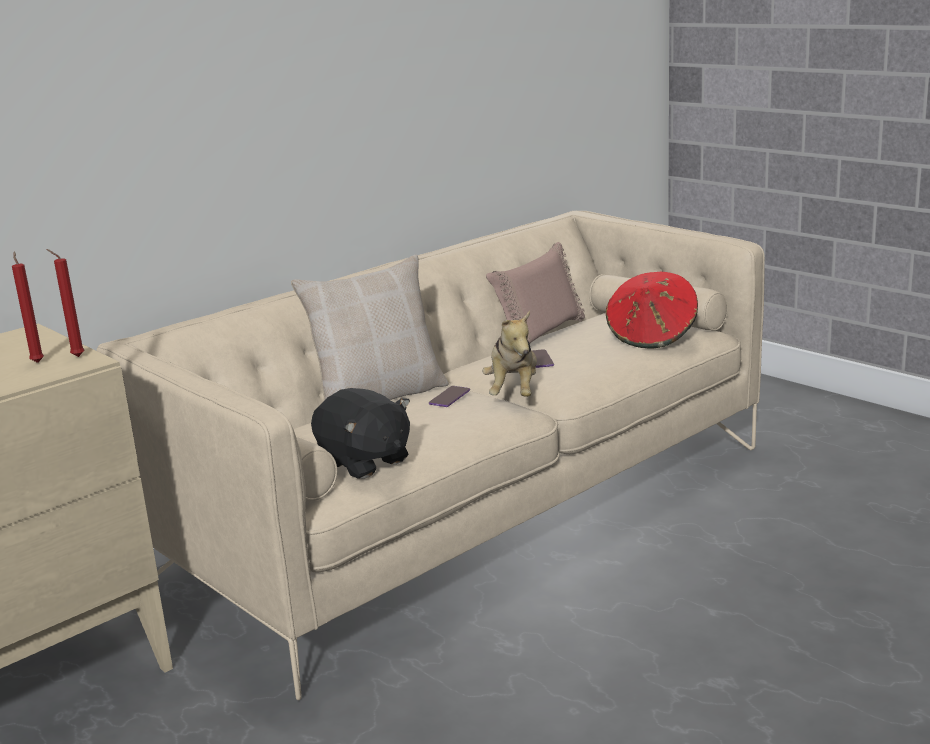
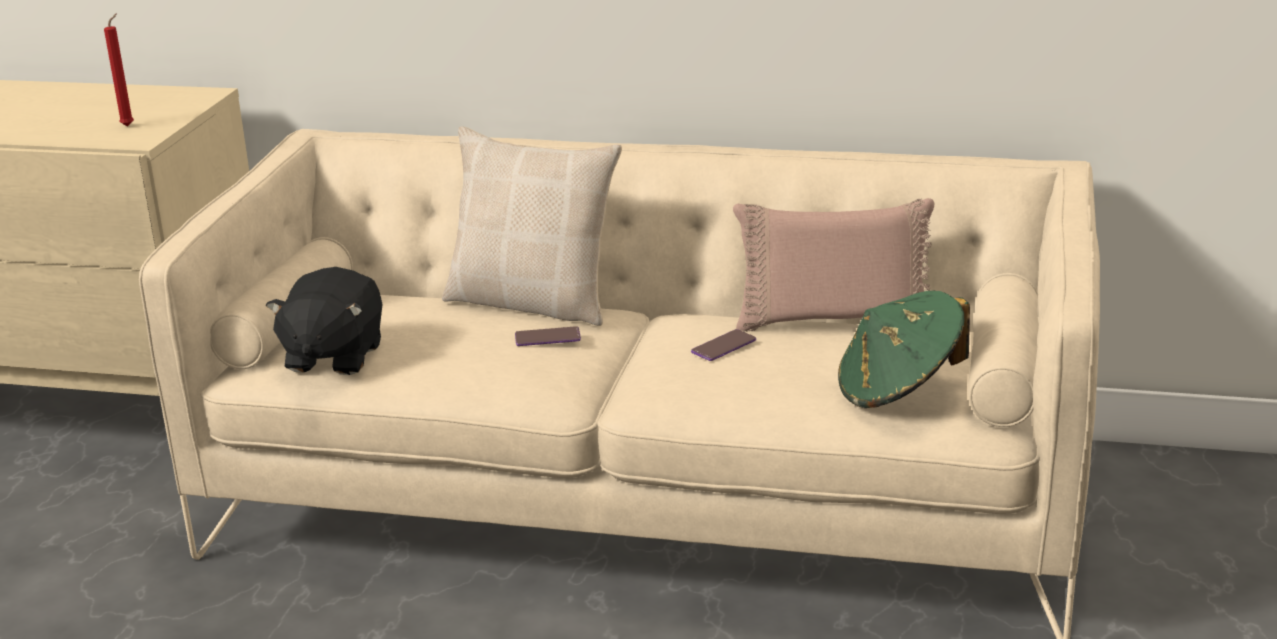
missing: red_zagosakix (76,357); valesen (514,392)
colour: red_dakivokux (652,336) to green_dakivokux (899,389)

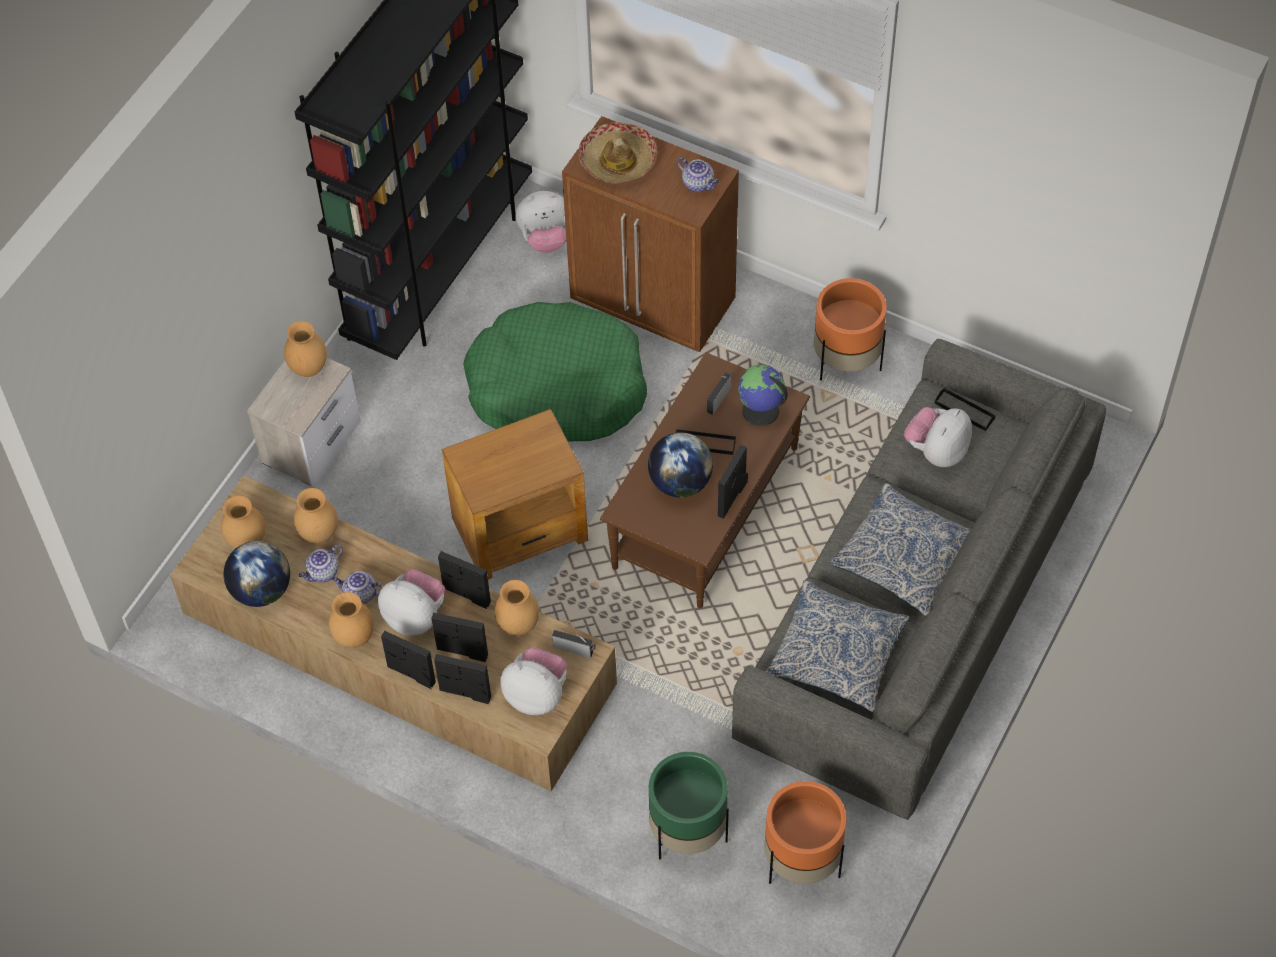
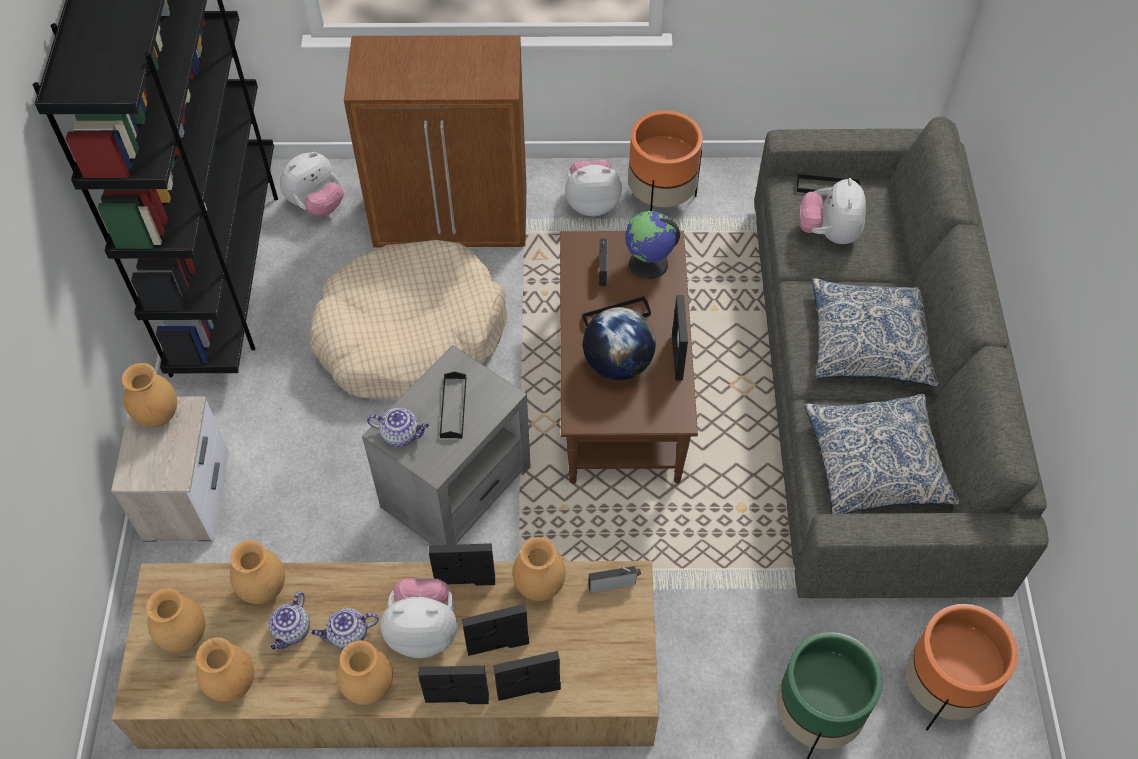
missing: dakivokux (617,161)
appeared: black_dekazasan (453,407)
relocated: valesen (536,695) to (592,203); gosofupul (698,184) to (401,434)
exchanged: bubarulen (261,590) to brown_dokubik (231,685)
colour: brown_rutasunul (521,530) to grey_rutasunul (457,486); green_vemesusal (557,388) to beige_vemesusal (410,335)

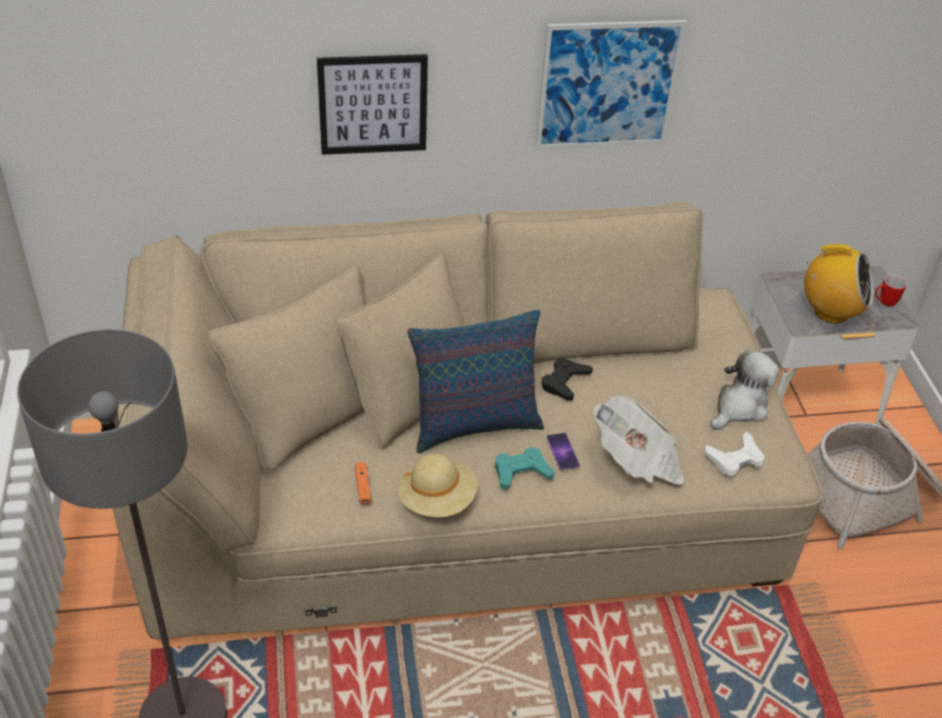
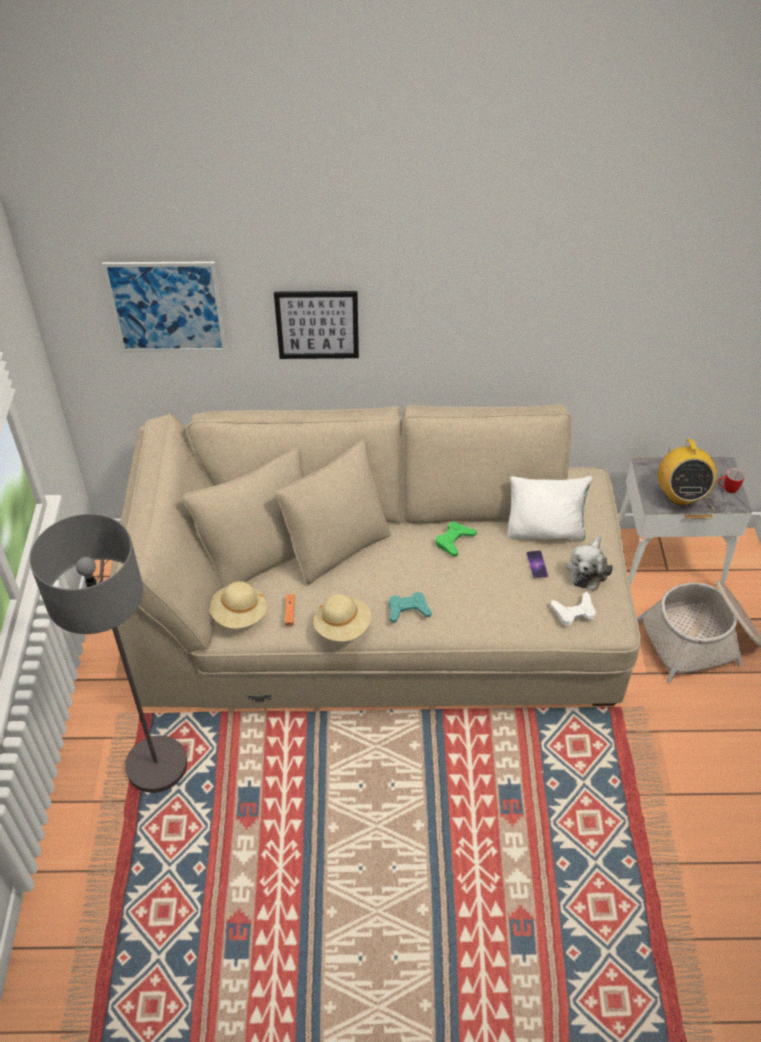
missing: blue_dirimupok (475,426); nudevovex (637,460)
appeared: beige_dakivokux (239,615); white_dirimupok (545,531)
relocated: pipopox (608,85) to (166,307); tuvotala (562,451) to (537,564)
colour: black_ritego (564,382) to green_ritego (454,541)
spun: valesen (739,407) = (587,570) 150 degrees clockwise; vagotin (830,312) = (680,495) 60 degrees clockwise

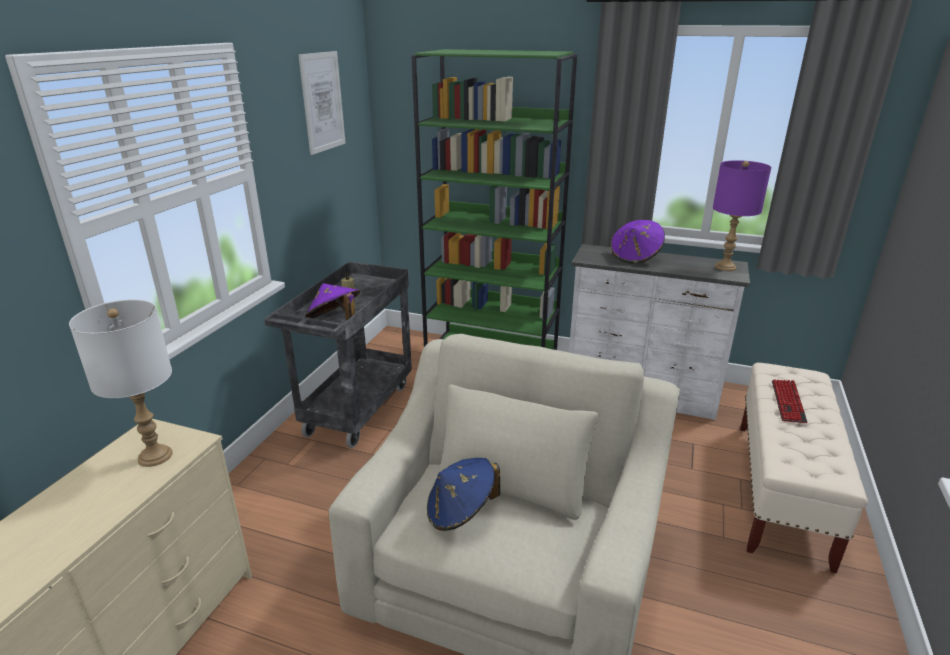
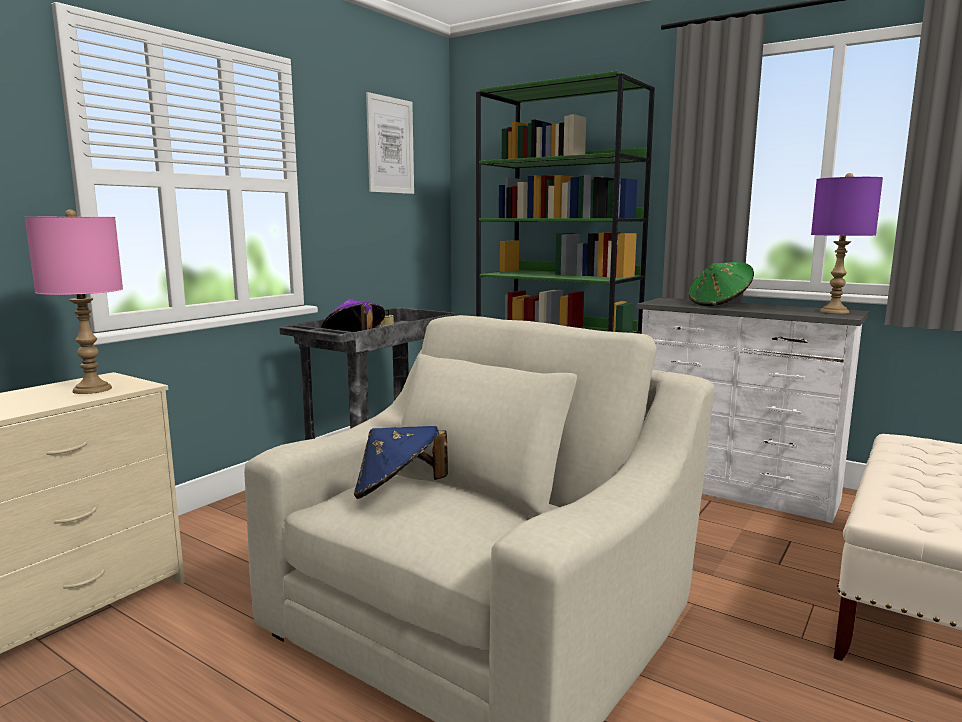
missing: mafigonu (788,402)
colour: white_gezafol (154,456) to pink_gezafol (91,389); purple_dakivokux (635,257) to green_dakivokux (719,304)

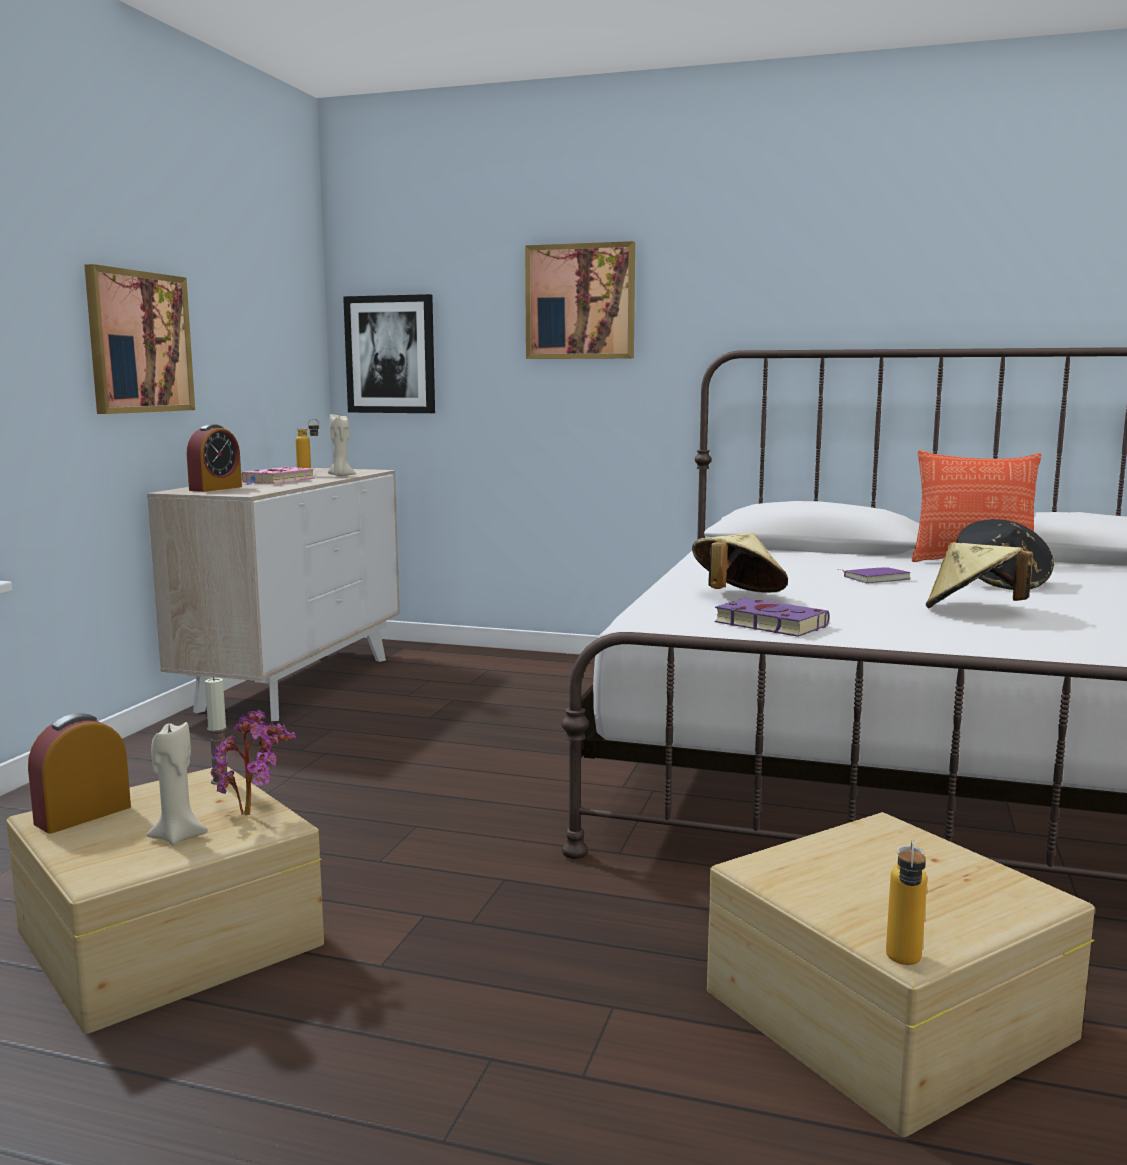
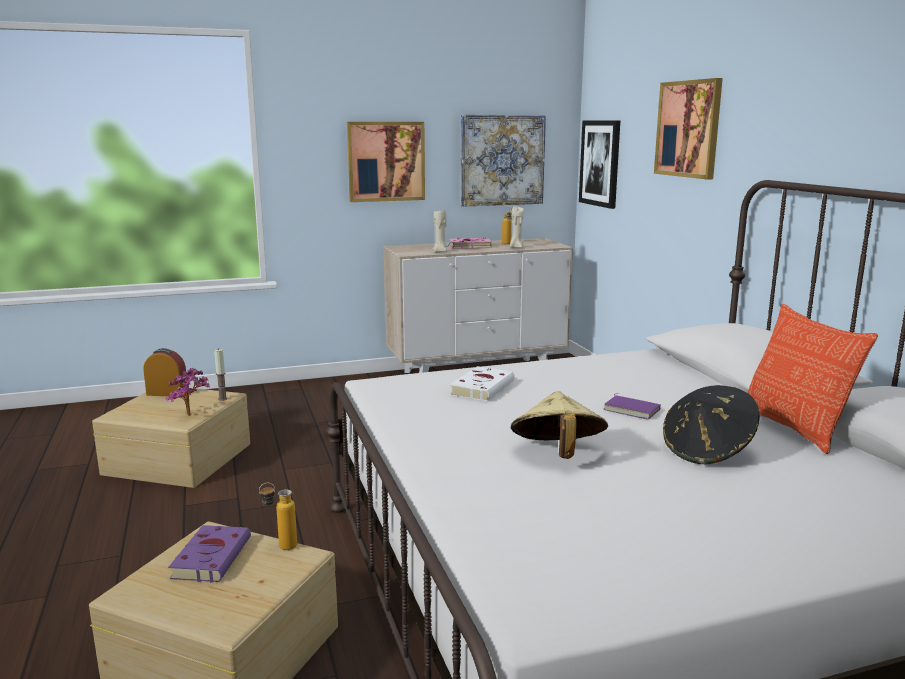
missing: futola (215,488)
appeared: pipopox (502,160)
relocated: beige_zagosakix (178,837) to (440,251); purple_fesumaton (767,624) to (212,557); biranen (903,964) to (280,547)
exchanged: beige_dakivokux (737,597) to white_fesumaton (483,387)

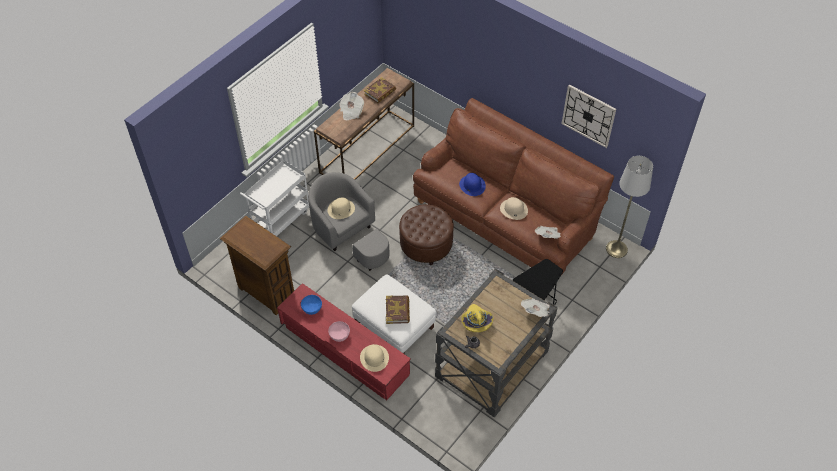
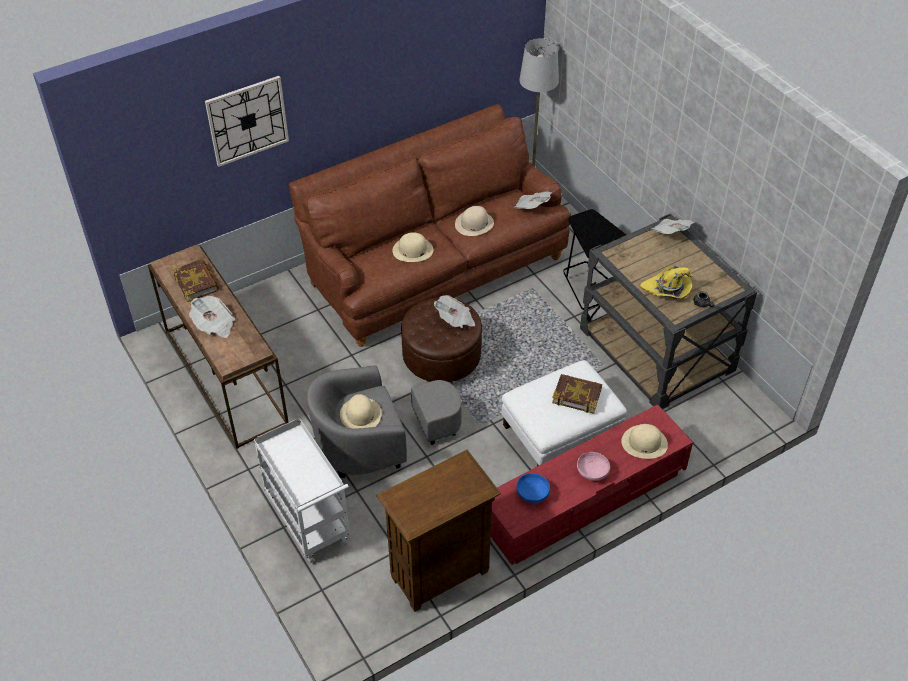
appeared: nudevovex (455,320)
relocated: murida (588,115) to (247,120)
colour: blue_dakivokux (472,185) to beige_dakivokux (412,250)

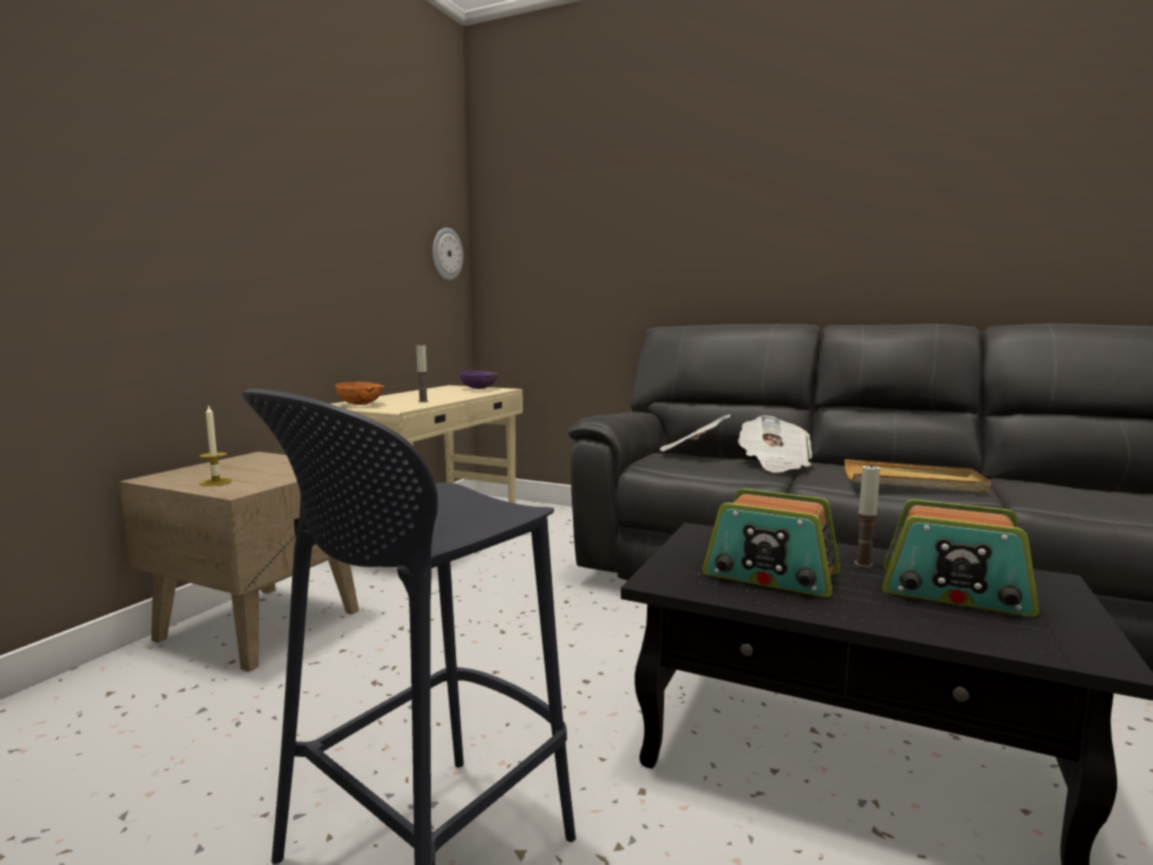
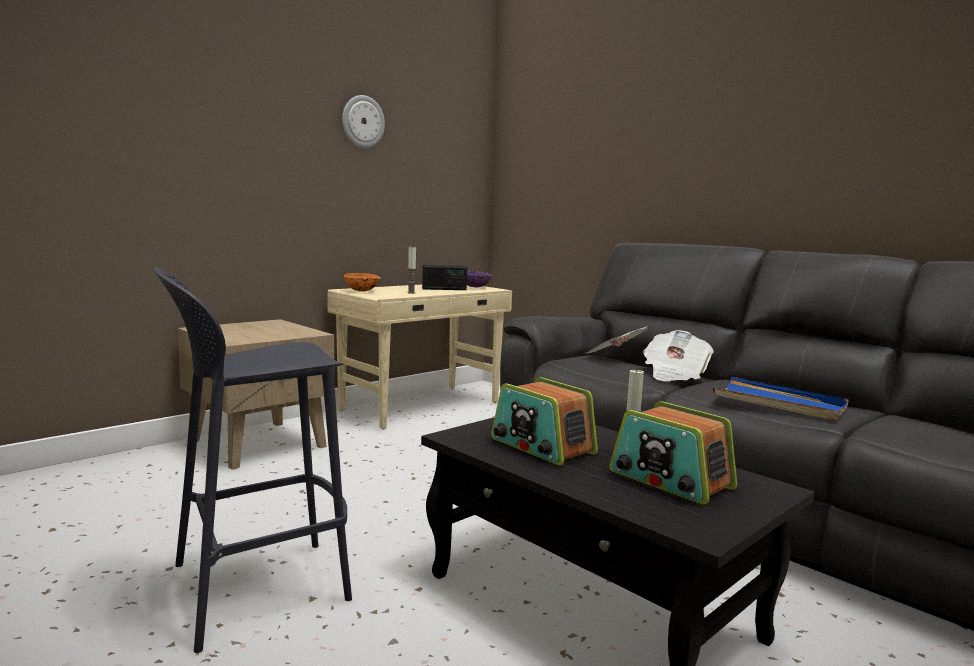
missing: zagosakix (216,482)
appeared: vagotin (444,289)
relocated: murida (446,254) to (362,121)
colour: beige_dekazasan (913,481) to blue_dekazasan (779,403)

